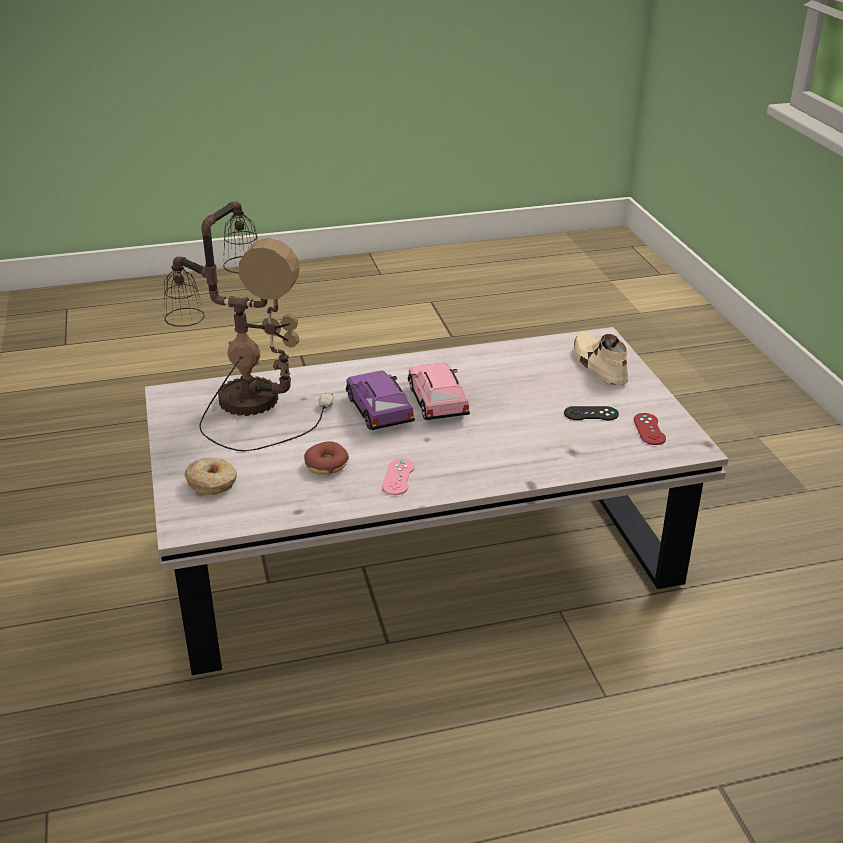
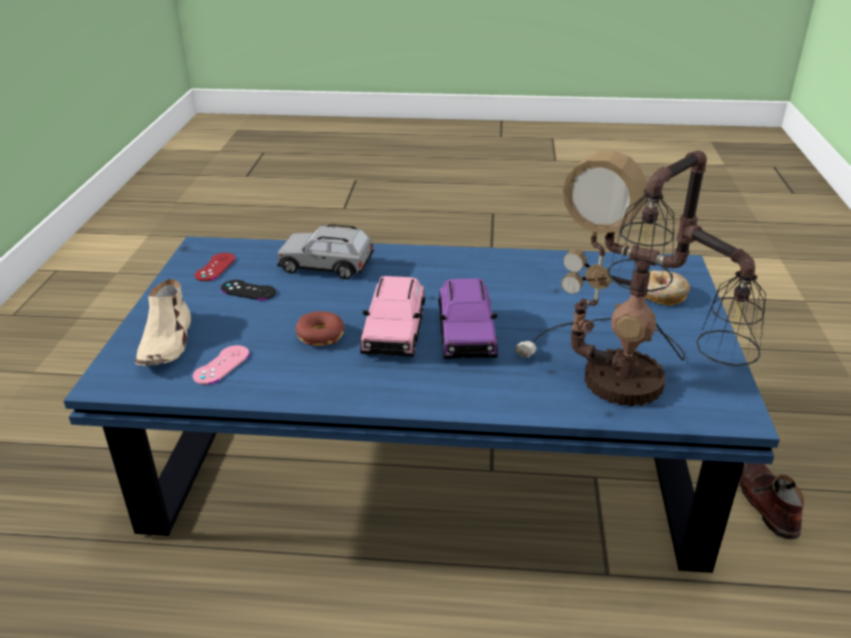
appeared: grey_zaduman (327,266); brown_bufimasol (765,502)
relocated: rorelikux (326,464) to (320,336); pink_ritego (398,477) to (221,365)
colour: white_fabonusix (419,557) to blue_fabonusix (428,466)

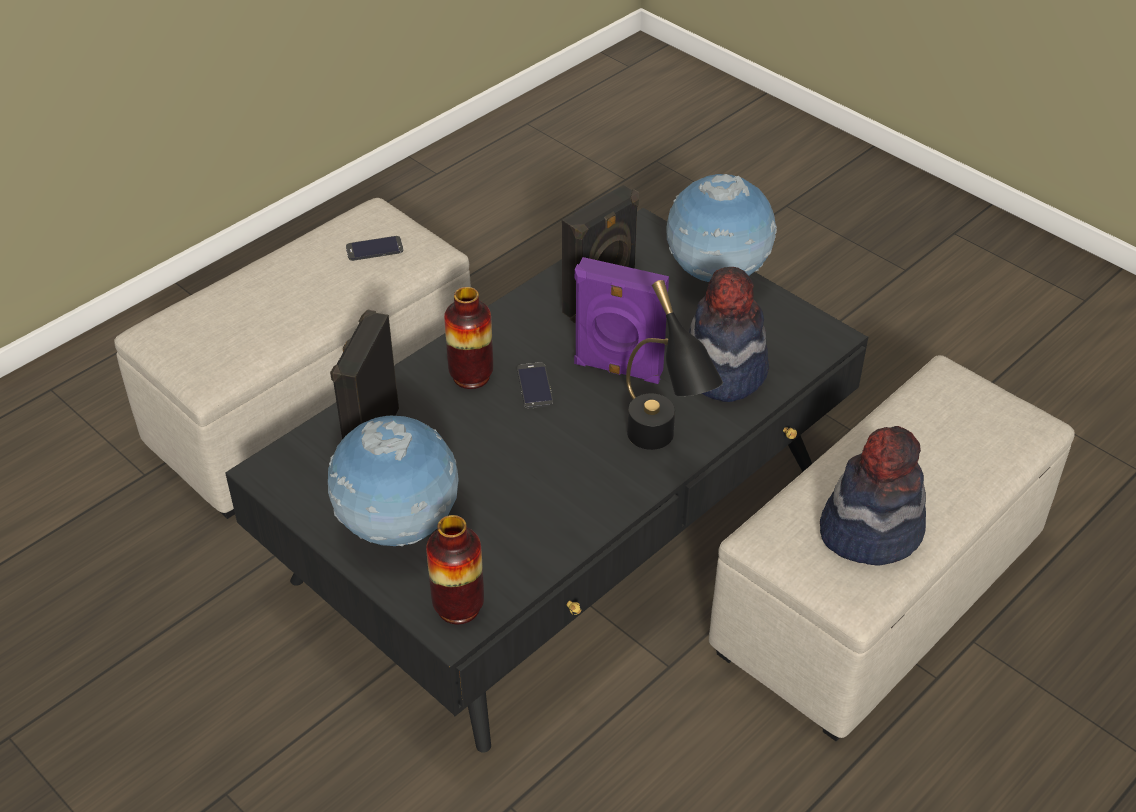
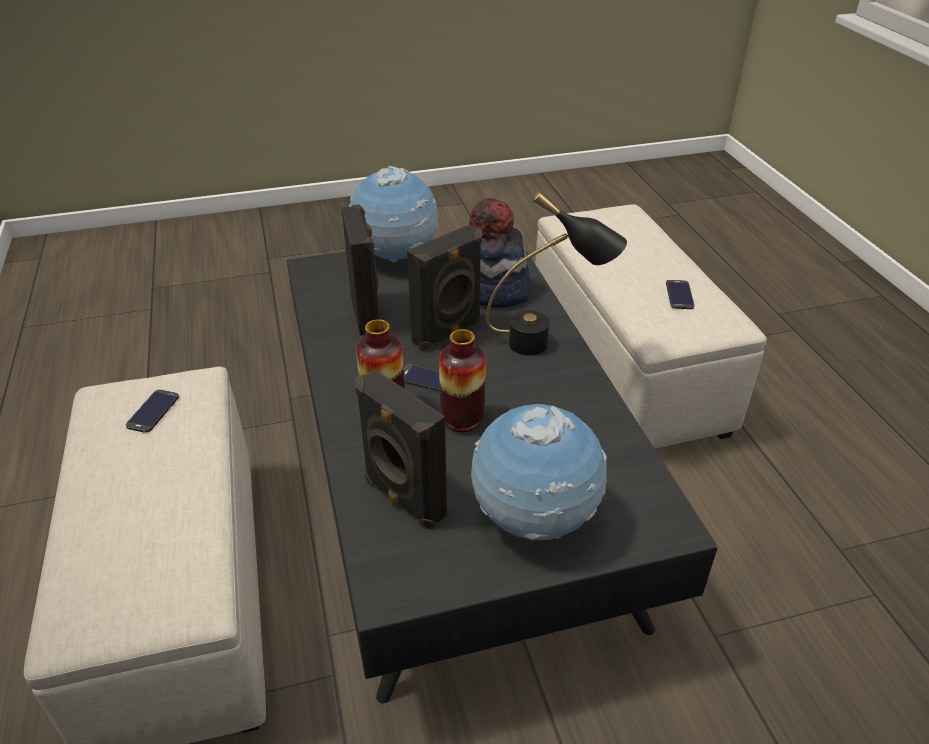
relocated: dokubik (458,607) to (462,420)
exchanged: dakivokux (870,530) to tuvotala (679,295)
colour: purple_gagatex (617,369) to black_gagatex (448,333)

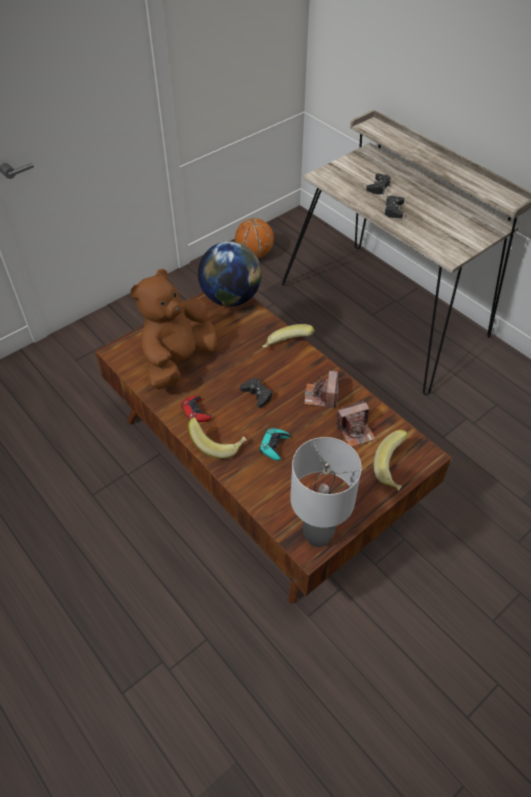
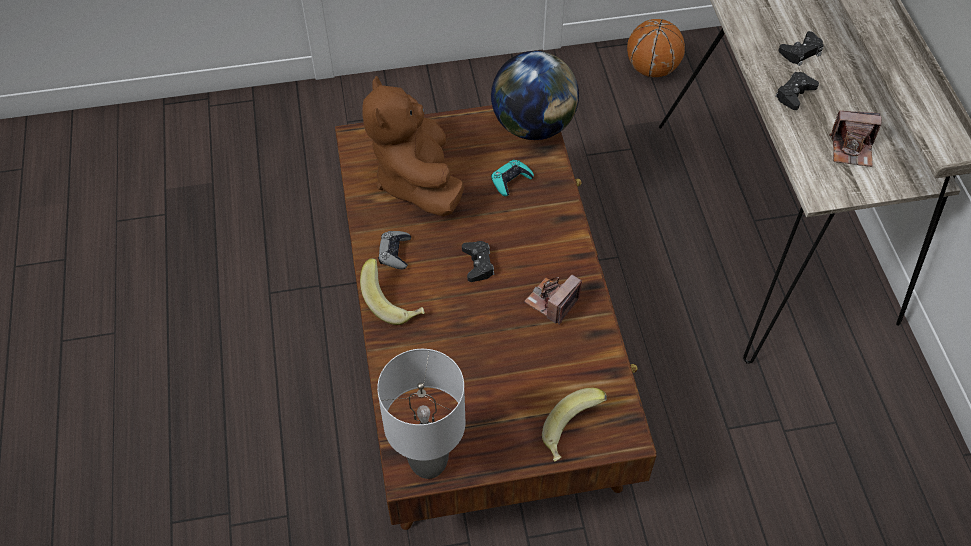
missing: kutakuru (287,347)
relocated: turquoise_ritego (274,446) to (511,180); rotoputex (355,431) to (852,149)
colour: red_ritego (196,412) to grey_ritego (395,252)
spun: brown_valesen (178,361) = (416,180) 75 degrees counterclockwise

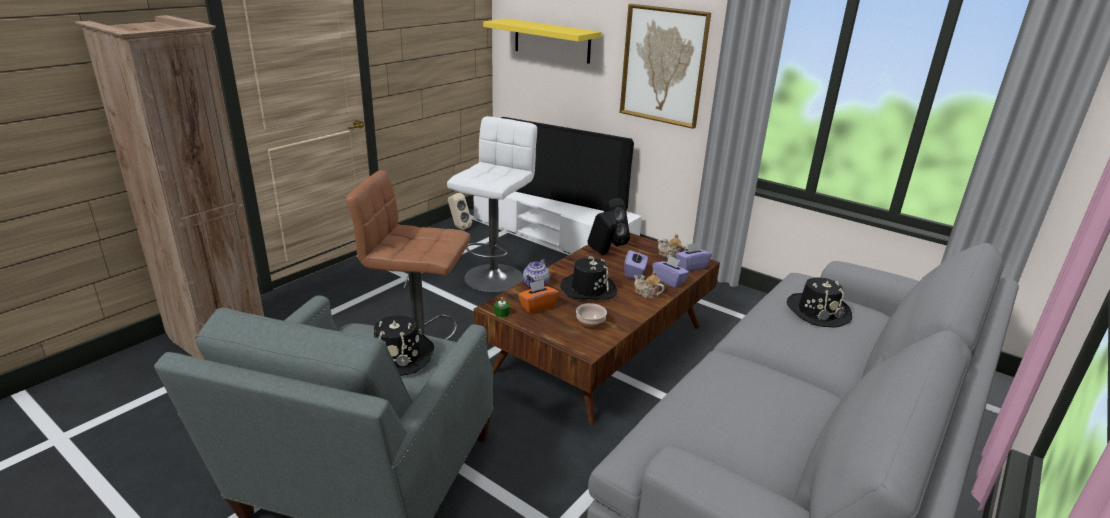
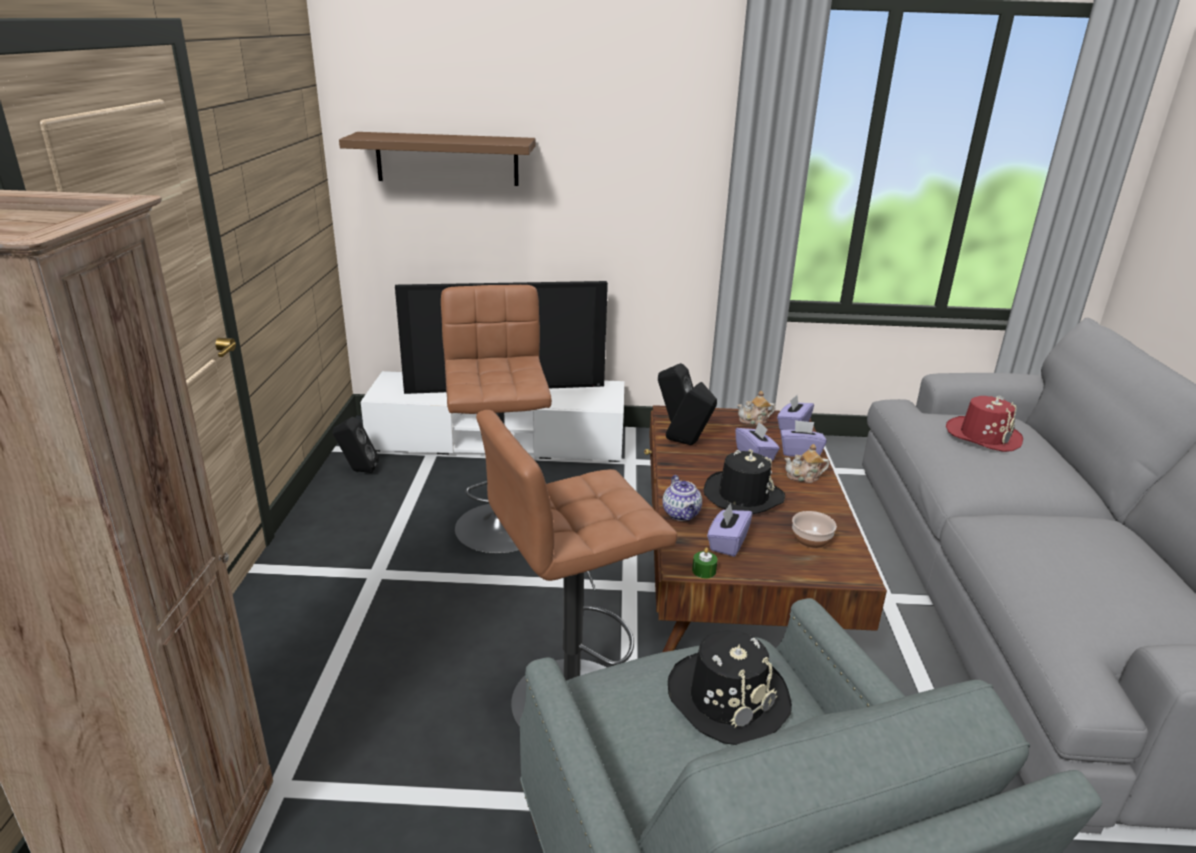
missing: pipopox (663,65)
colour: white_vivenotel (494,278) to brown_vivenotel (501,527); beige_gagatex (458,227) to black_gagatex (358,471); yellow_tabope (552,41) to brown_tabope (447,159); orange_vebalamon (537,307) to purple_vebalamon (727,543); black_dakivokux (817,311) to red_dakivokux (983,435)

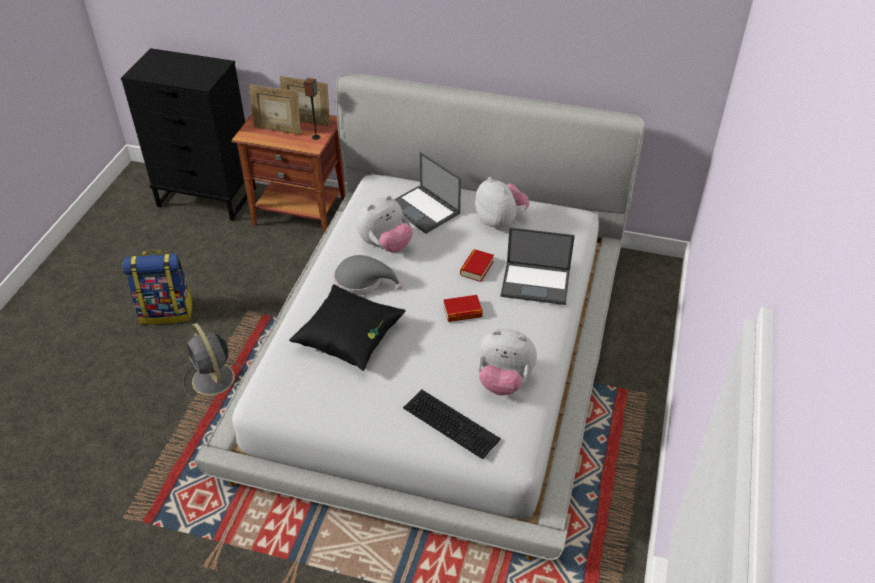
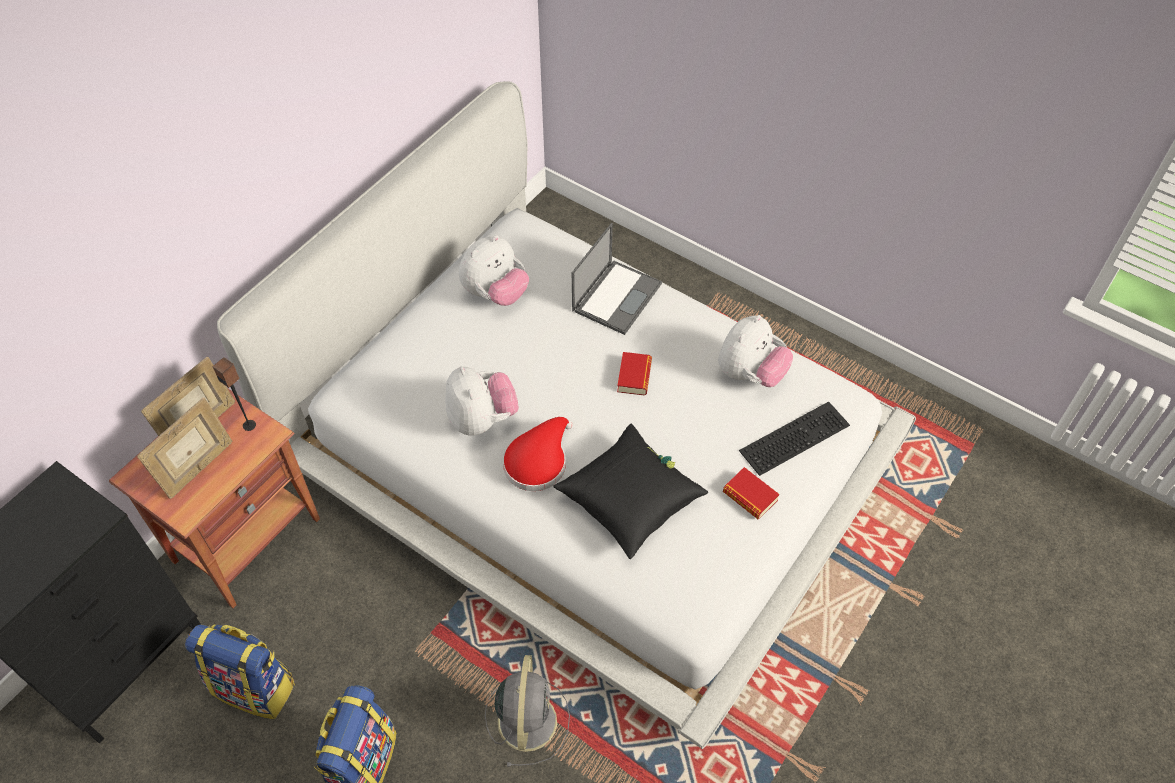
missing: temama (424,210)
appeared: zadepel (255,687)
relocated: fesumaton (476,268) to (750,496)
colour: grey_dakivokux (362,281) to red_dakivokux (538,461)
spun: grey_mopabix (214,381) = (527,718) 75 degrees counterclockwise; valesen (500,221) = (495,293) 150 degrees clockwise

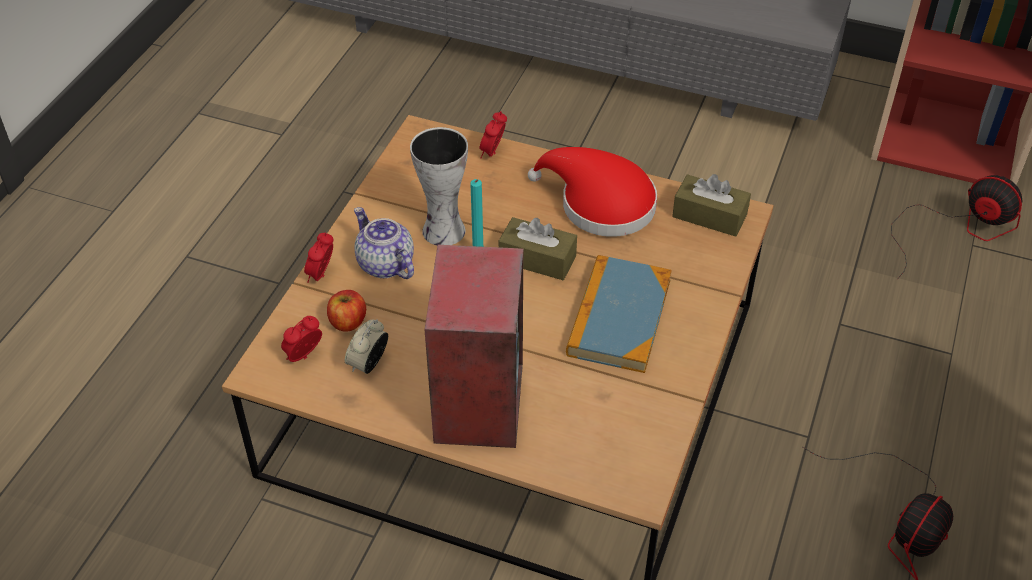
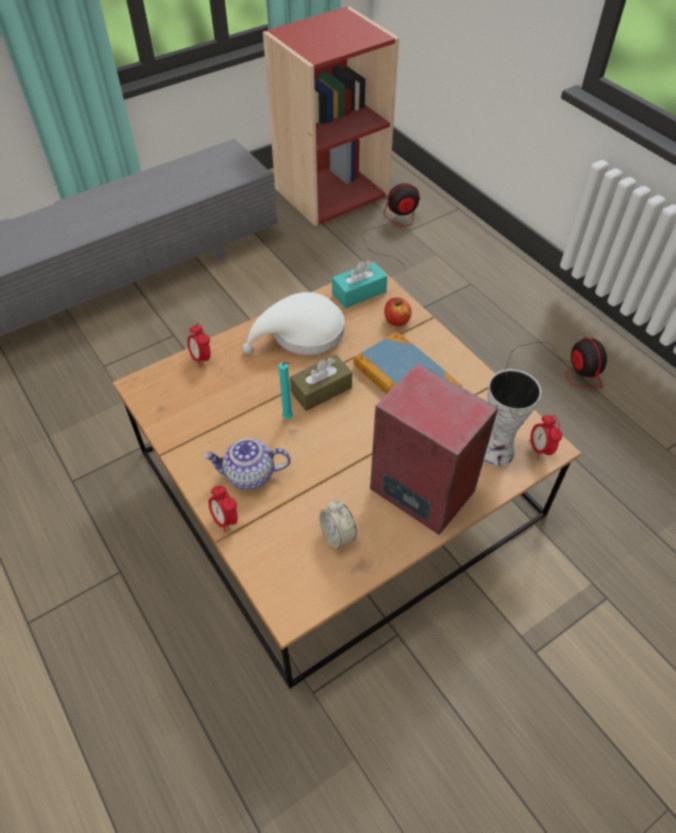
relocated: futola (304,357) to (540,449); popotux (348,322) to (396,320); dokubik (441,231) to (495,451)
colour: red_dakivokux (600,204) to white_dakivokux (302,333); brown_vebalamon (709,216) to turquoise_vebalamon (359,292)

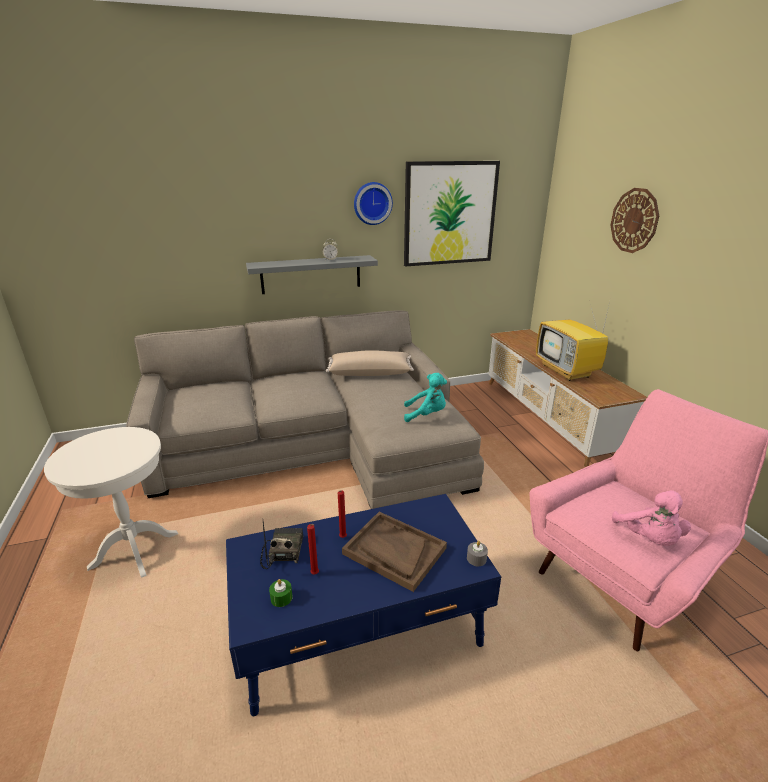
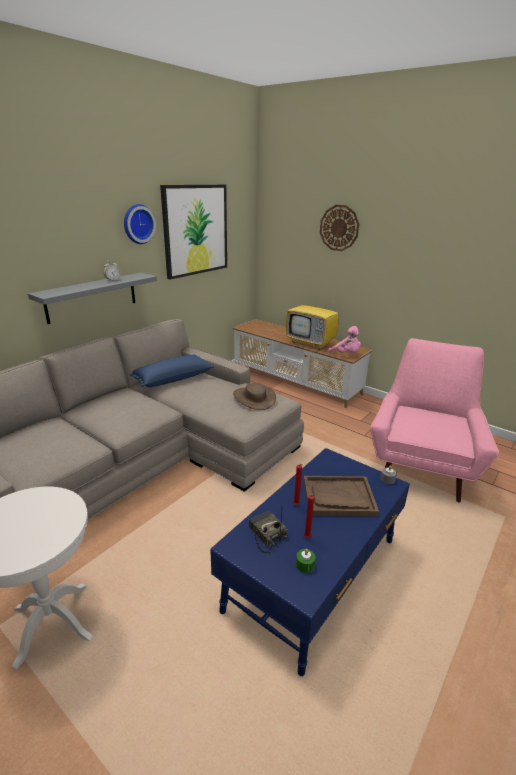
relocated: pink_valesen (649,539) to (346,355)
exchanged: turquoise_valesen (426,415) to brown_dakivokux (254,398)
colour: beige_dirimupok (370,372) to blue_dirimupok (172,378)

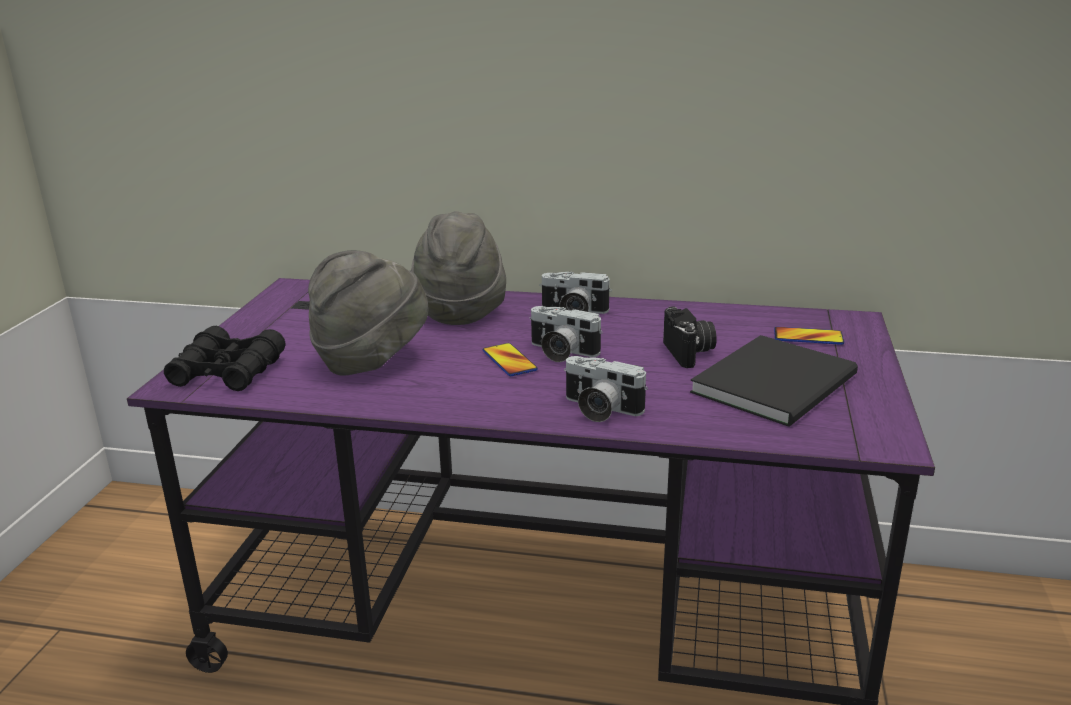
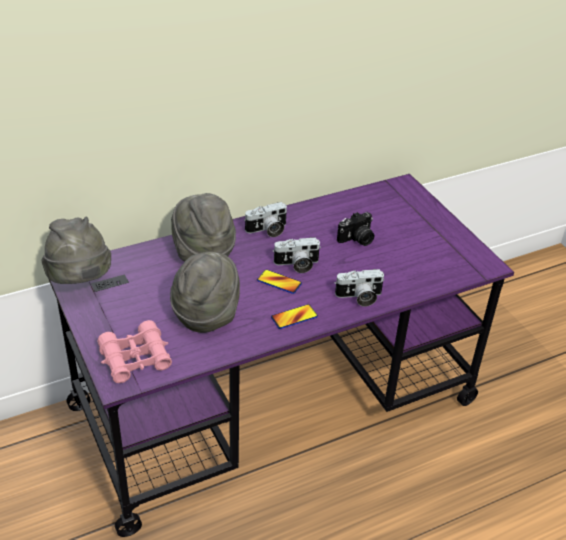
missing: black_fesumaton (780,383)
appeared: grey_dakivokux (80,282)
relocated: tuvotala (808,337) to (294,317)
colour: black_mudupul (228,372) to pink_mudupul (135,359)
spun: rotoputex (690,353) = (357,239) 105 degrees clockwise

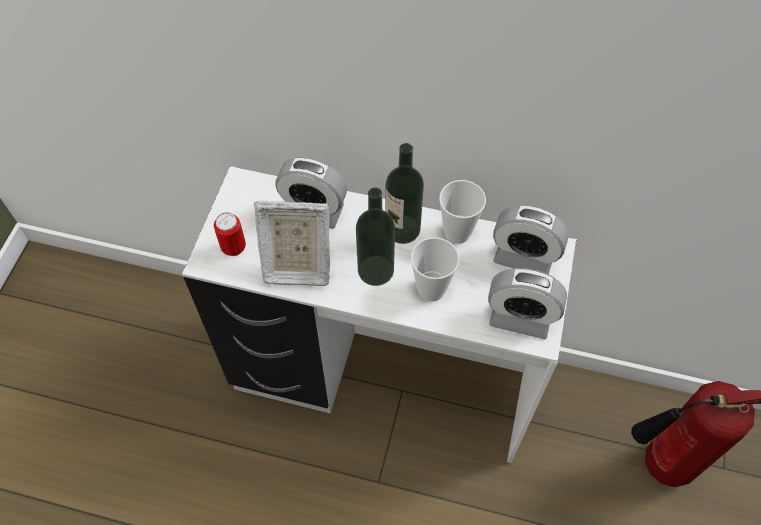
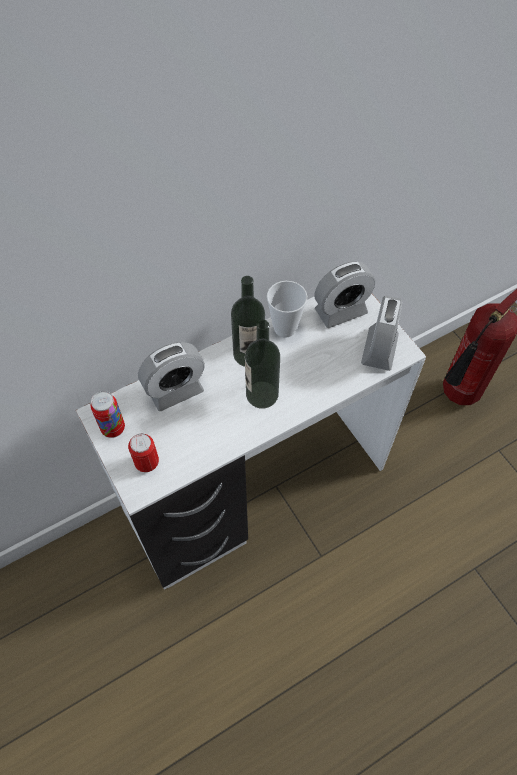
missing: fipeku (296,266); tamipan (431,289)
appeared: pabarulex (113,428)
spun: futola (520,318) = (379,349) 45 degrees counterclockwise

